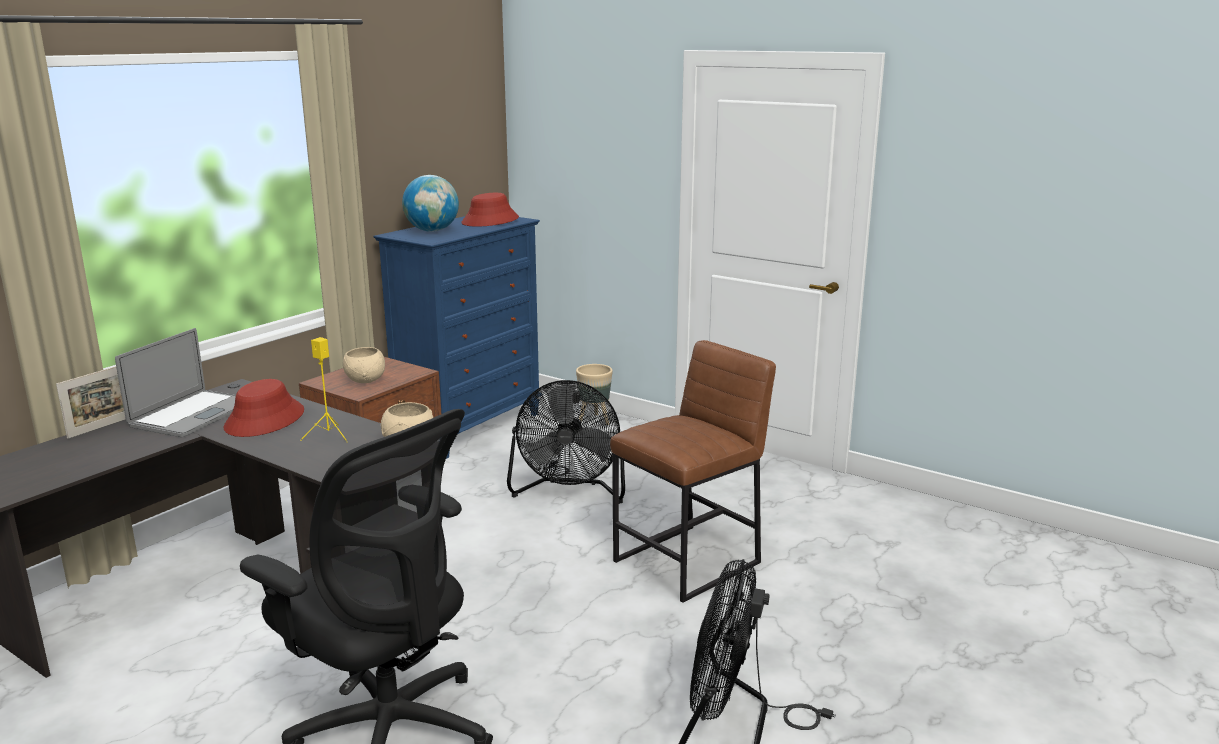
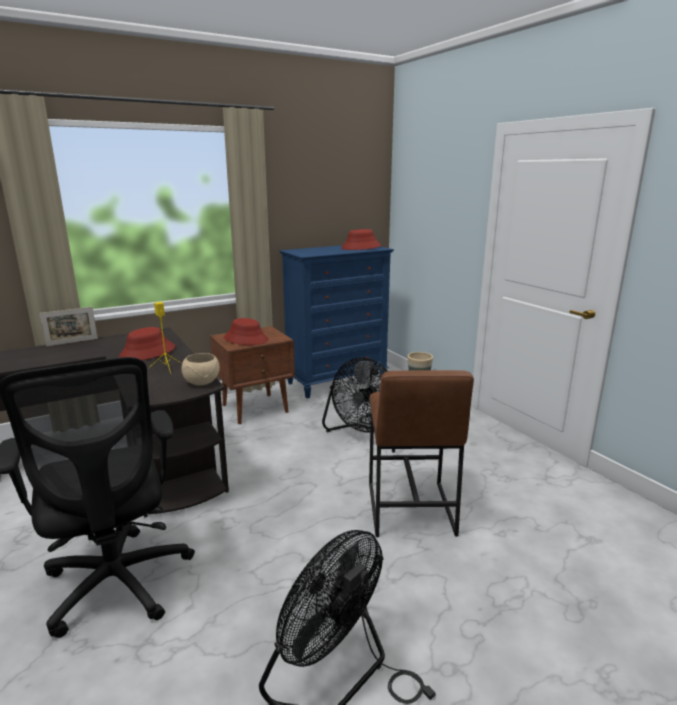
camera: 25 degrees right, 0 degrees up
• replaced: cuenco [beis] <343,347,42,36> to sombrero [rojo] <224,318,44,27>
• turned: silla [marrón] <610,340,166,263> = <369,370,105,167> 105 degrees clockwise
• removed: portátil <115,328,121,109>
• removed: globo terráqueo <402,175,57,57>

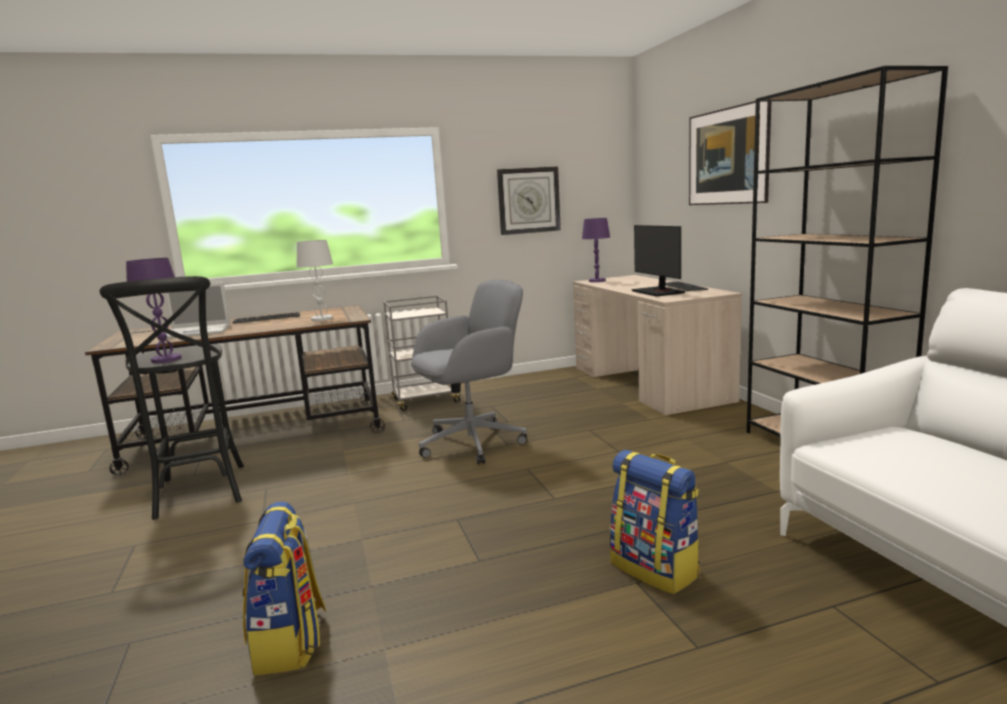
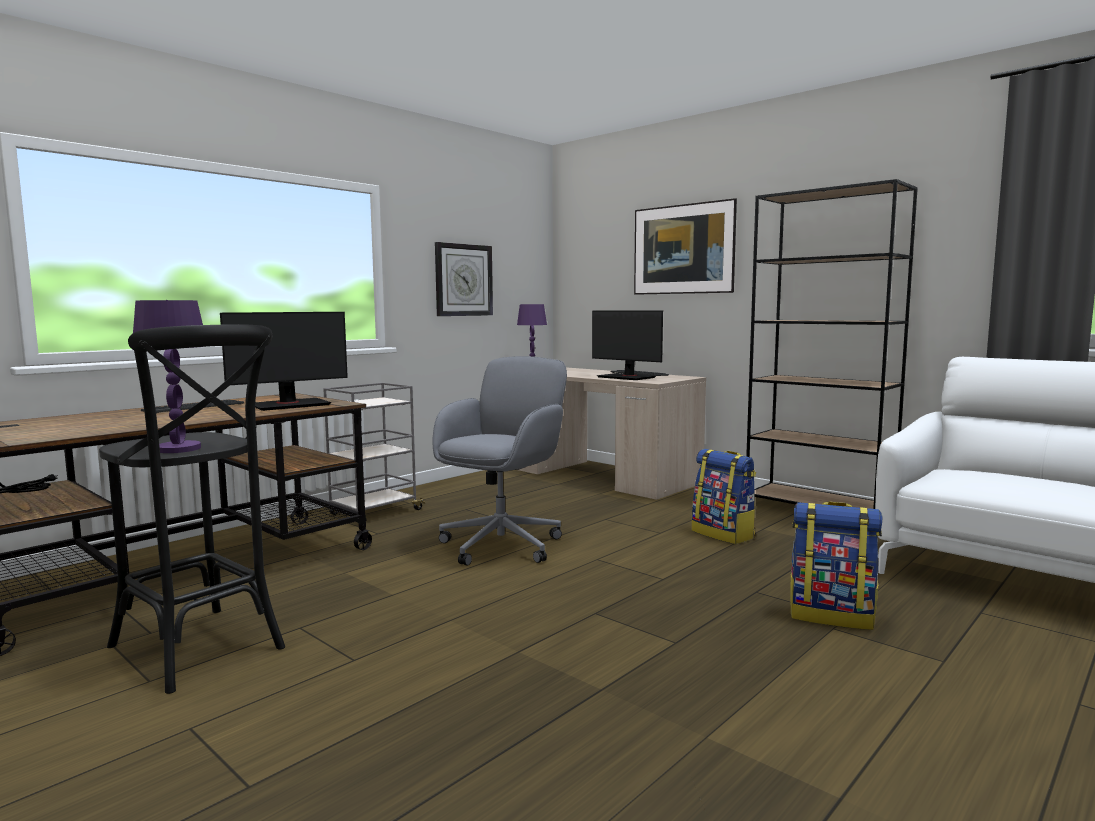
camera: 30 degrees left, 5 degrees down
• replaced: lámpara de mesa [blanco] <296,240,37,81> to monitor <220,312,128,99>
• moved: mochila <242,501,84,175> to <692,449,64,95>
• removed: portátil <165,282,65,57>

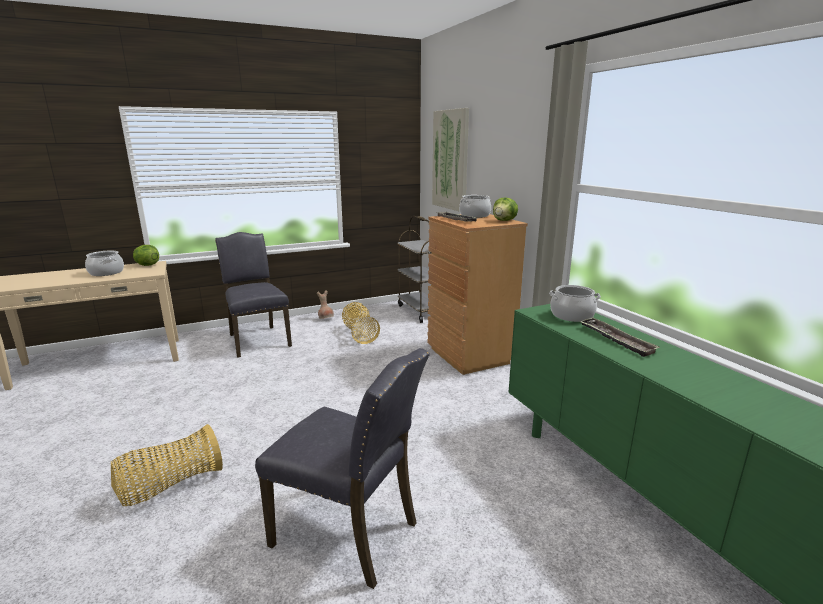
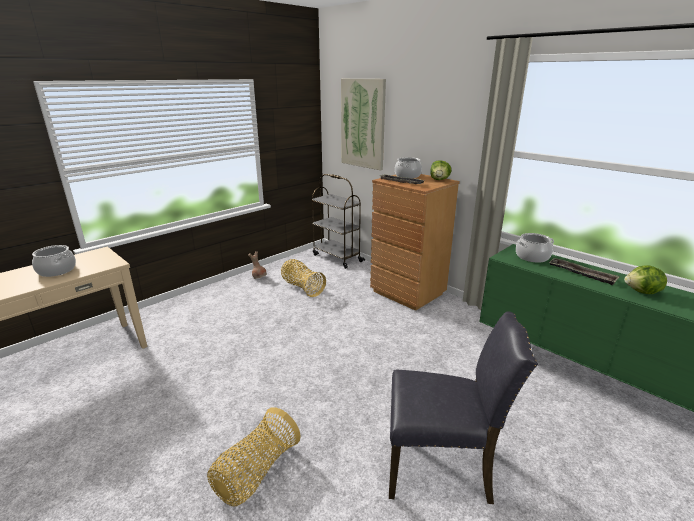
camera: 20 degrees left, 5 degrees up
• moved: lechuga <133,245,26,21> to <624,266,43,28>
• removed: silla [gris] <215,232,77,126>

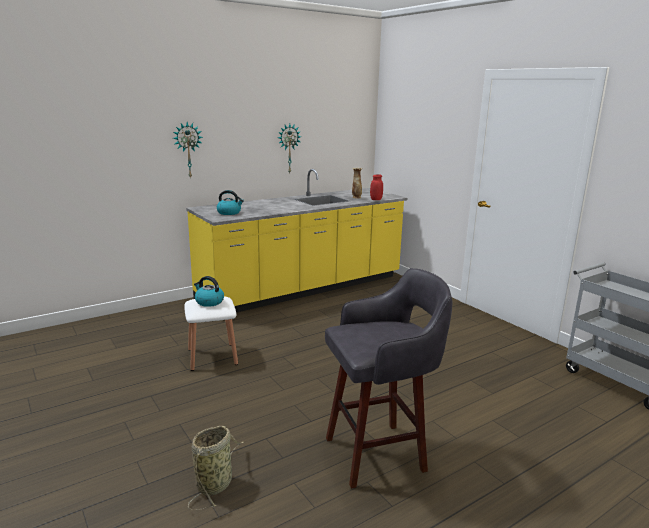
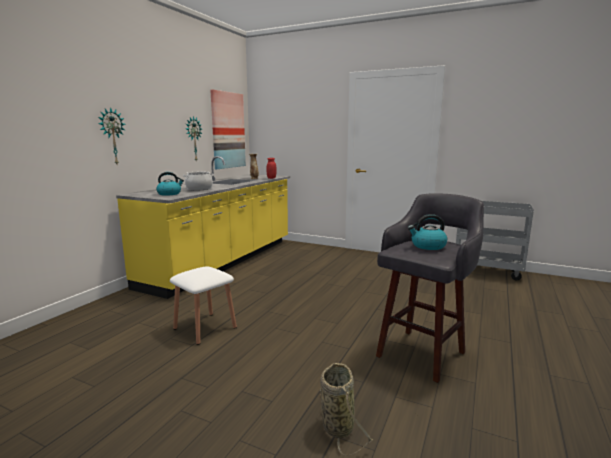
camera: 30 degrees left, 5 degrees down
• added: olla <183,172,31,18>
• added: cuadro <210,89,36,80>
• moved: hervidor <194,276,30,31> to <408,214,39,36>

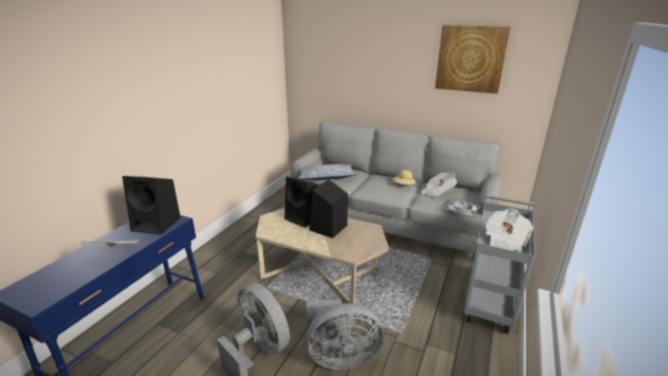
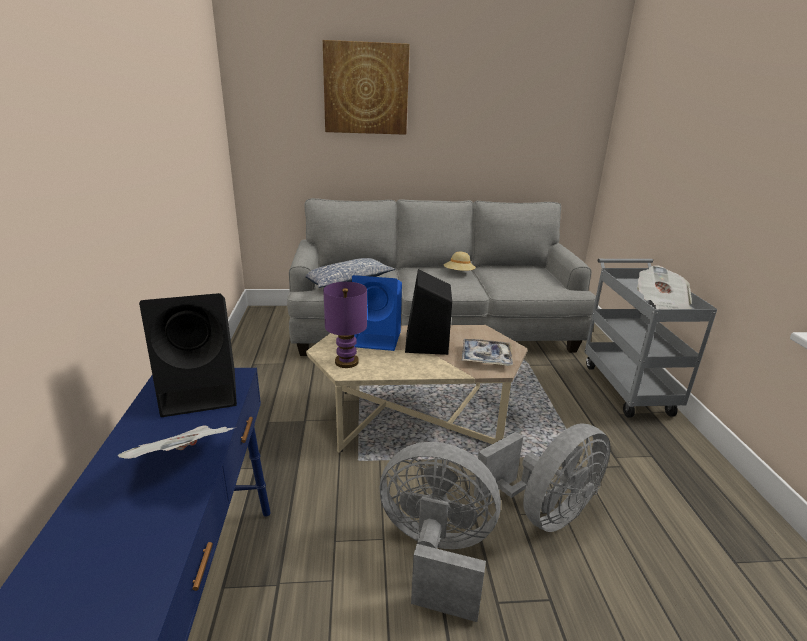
camera: 30 degrees left, 0 degrees up
• moved: cuadro <435,25,75,69> to <323,40,87,95>
• added: lámpara de mesa [morado] <323,282,44,86>
• recoloured: altavoz [negro] <285,177,34,51> to altavoz [azul] <352,275,50,76>
• moved: bandeja <443,198,38,18> to <462,339,51,27>
• removed: periódico <422,172,35,25>

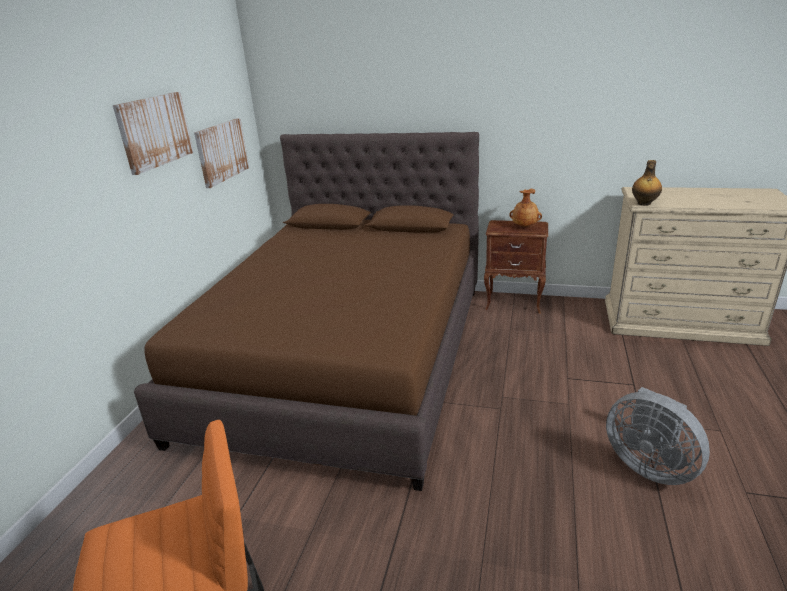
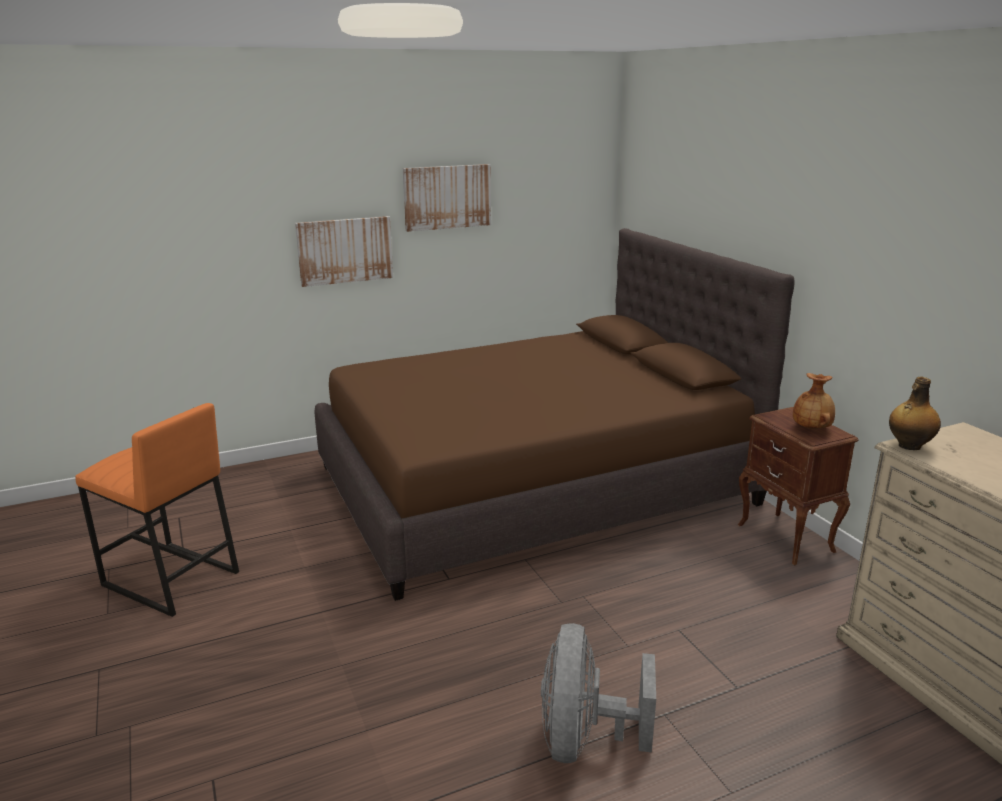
camera: 50 degrees right, 5 degrees down
• moved: cuadro <194,118,55,70> to <295,216,98,71>

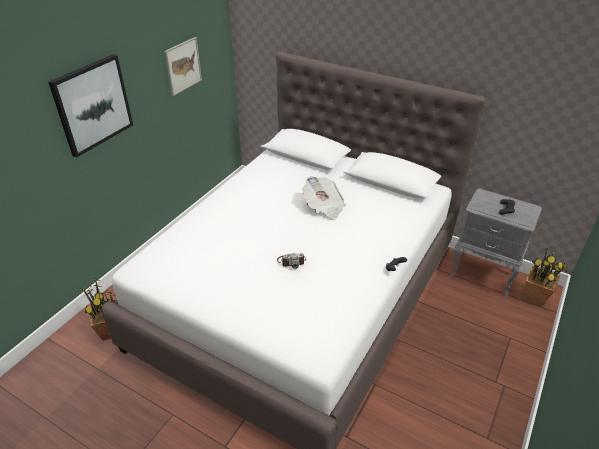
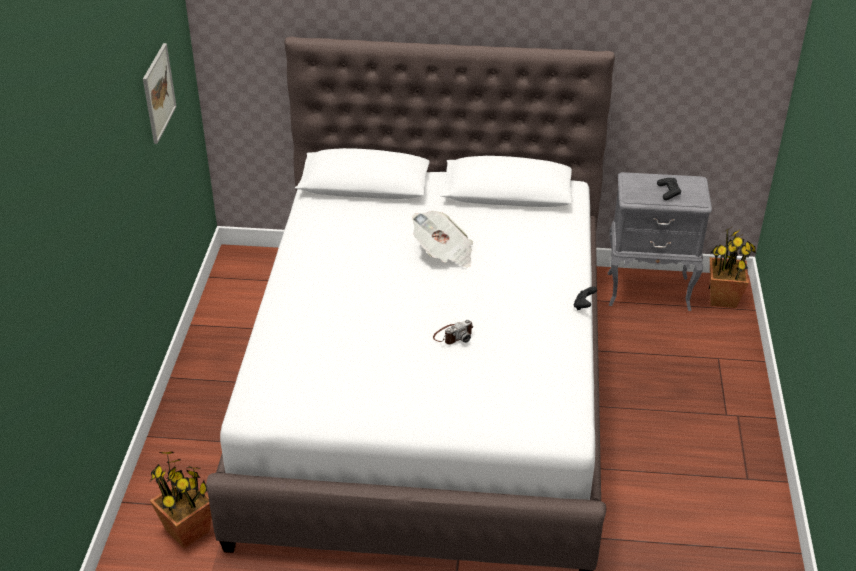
camera: 25 degrees left, 0 degrees up
• removed: cuadro <48,54,85,104>

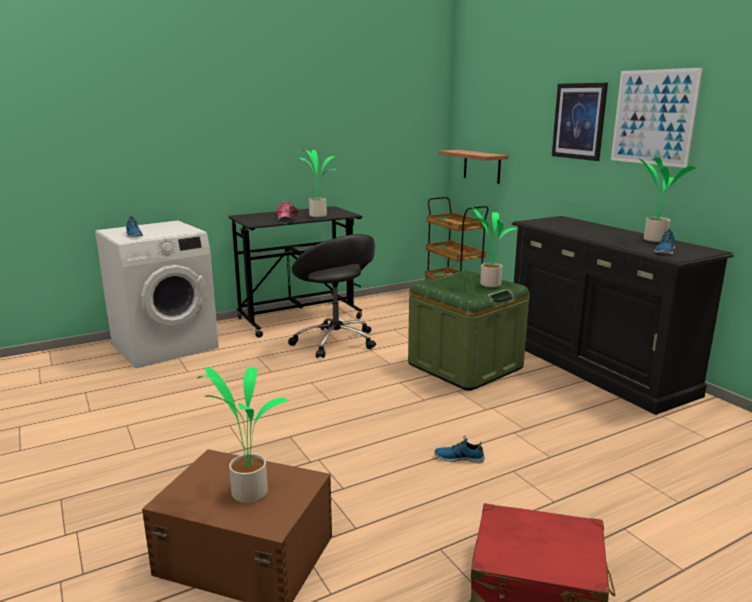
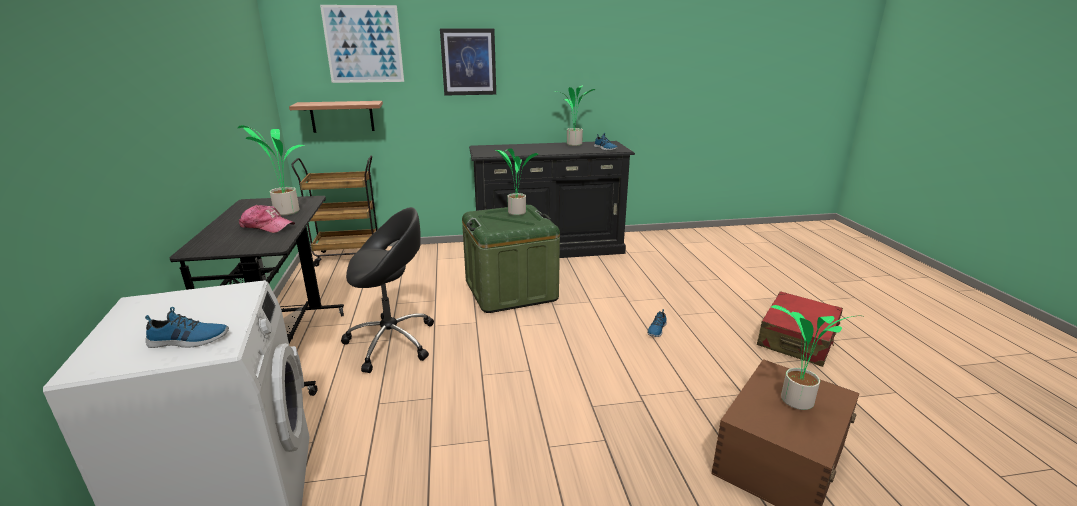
camera: 70 degrees left, 5 degrees up
• moved: cuadro <611,68,92,100> to <320,5,84,78>

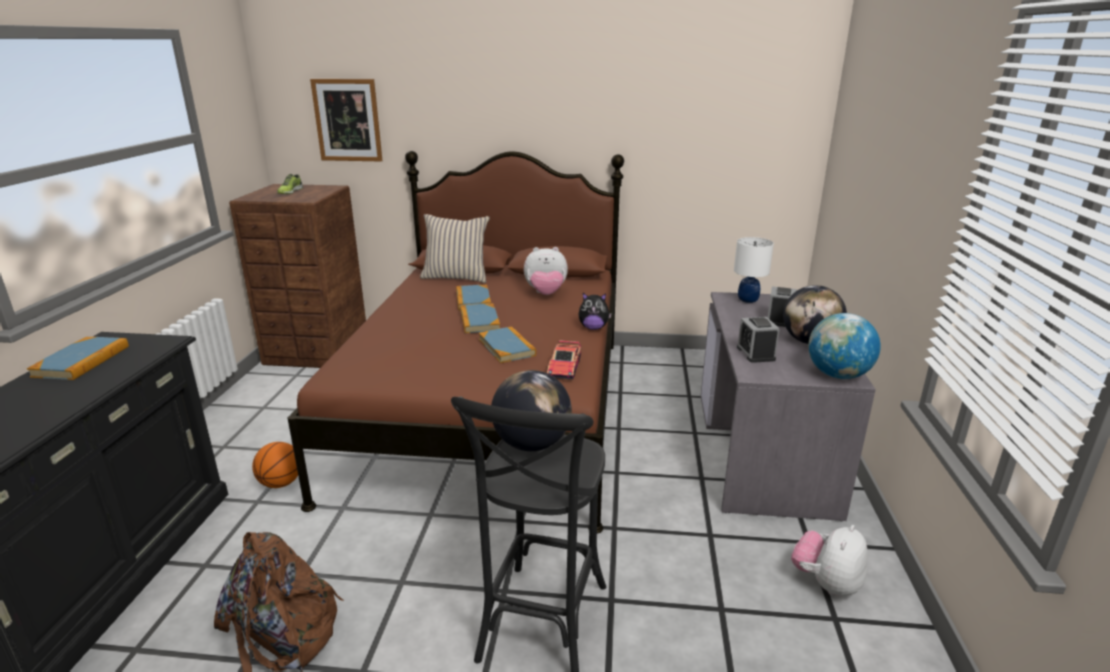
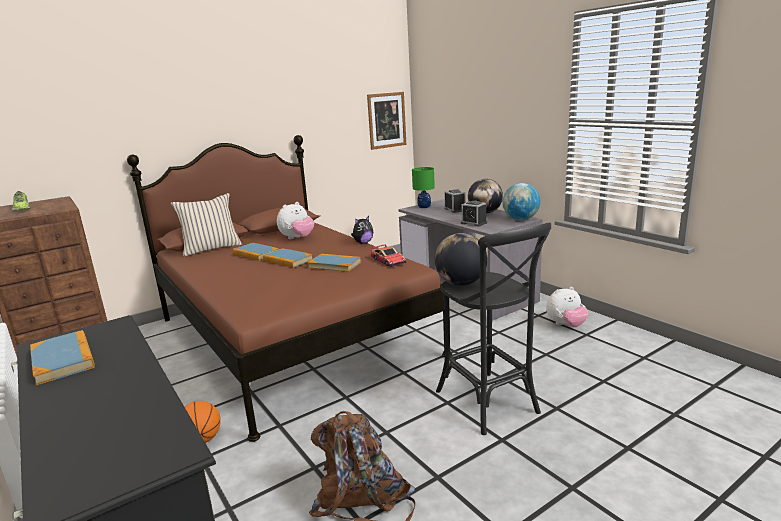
camera: 40 degrees left, 5 degrees down
• moved: cuadro <310,79,73,83> to <367,92,39,58>
• recoloured: lámpara de mesa [blanco] <734,237,40,66> to lámpara de mesa [verde] <412,167,23,41>
• turned: peluche <791,525,77,72> = <546,287,43,40> 105 degrees counterclockwise

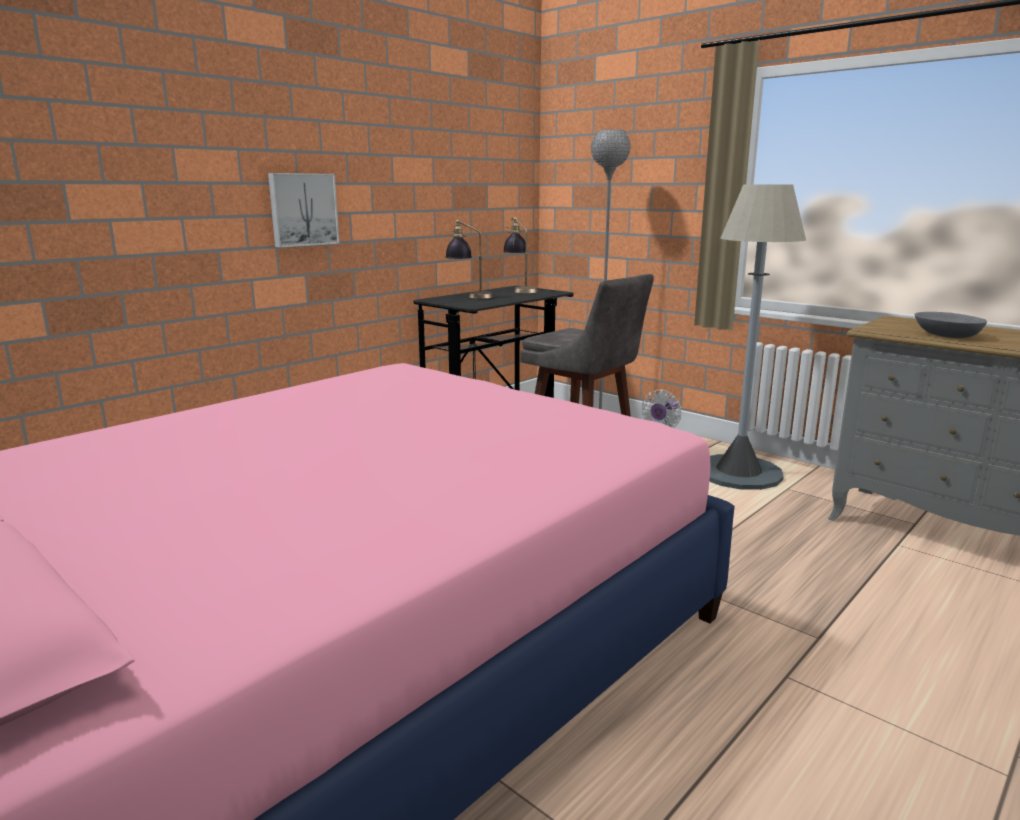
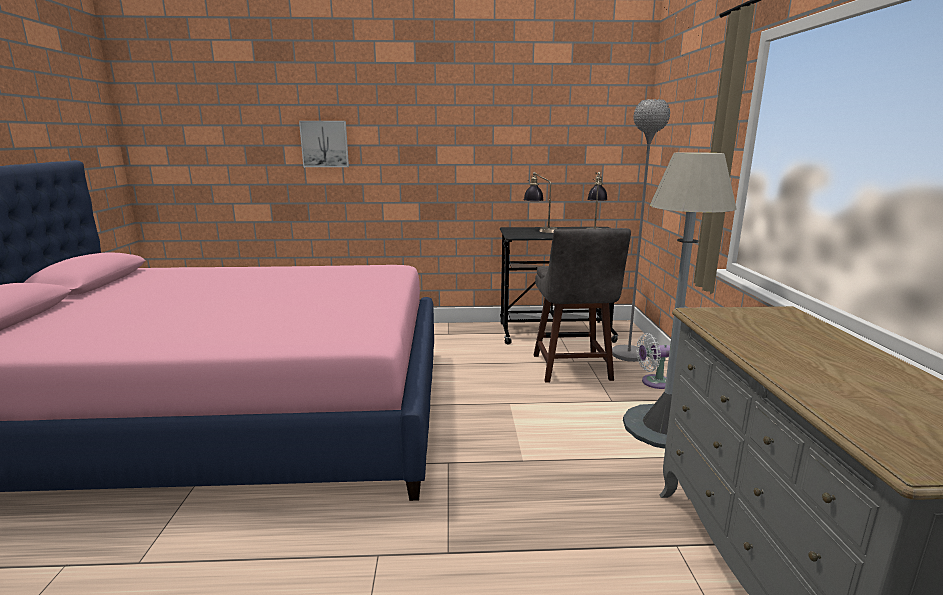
camera: 45 degrees right, 0 degrees up
• moved: cuadro <268,173,72,75> to <299,121,50,46>
• removed: cuenco [gris] <915,312,72,26>

